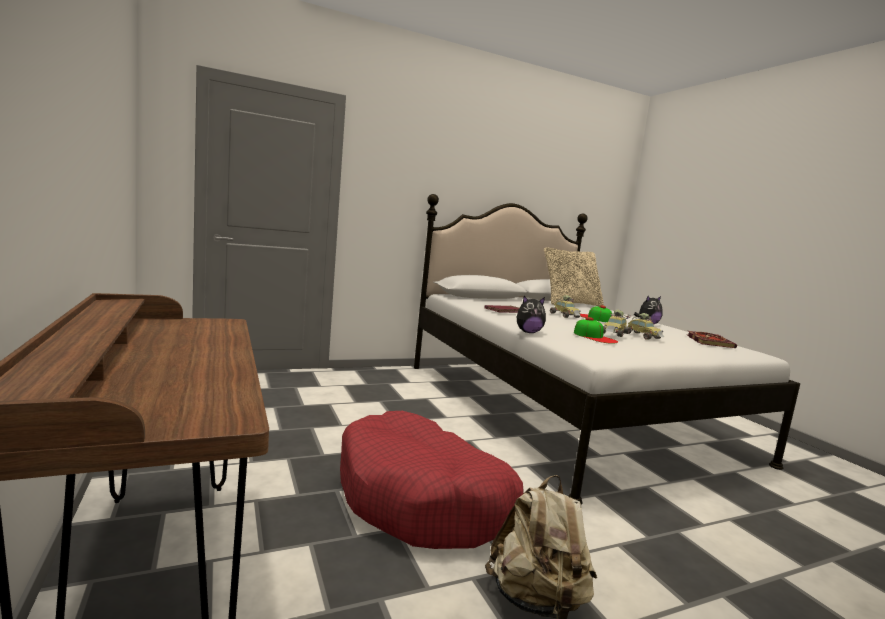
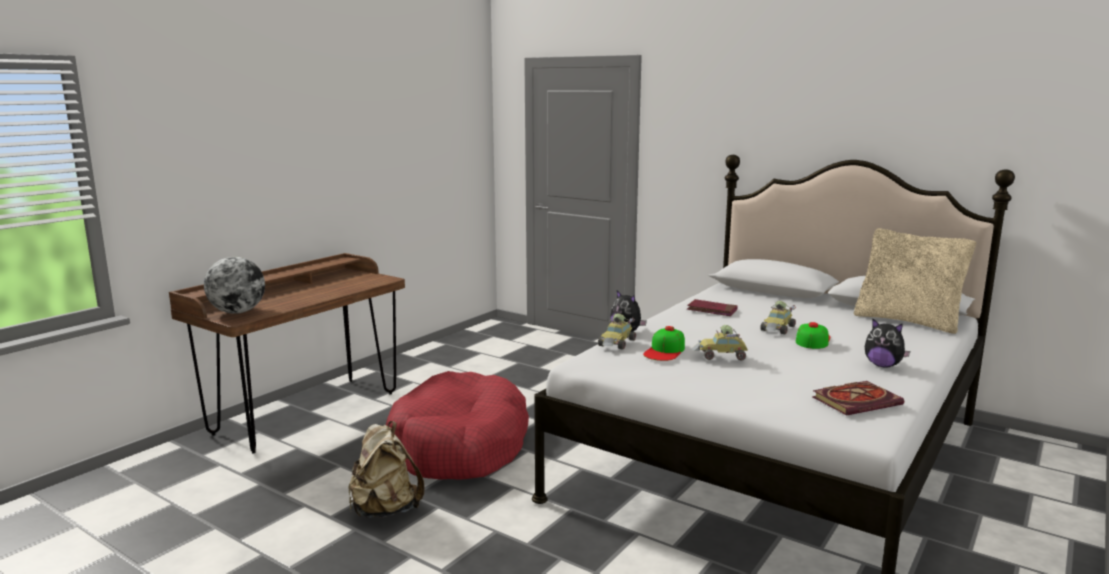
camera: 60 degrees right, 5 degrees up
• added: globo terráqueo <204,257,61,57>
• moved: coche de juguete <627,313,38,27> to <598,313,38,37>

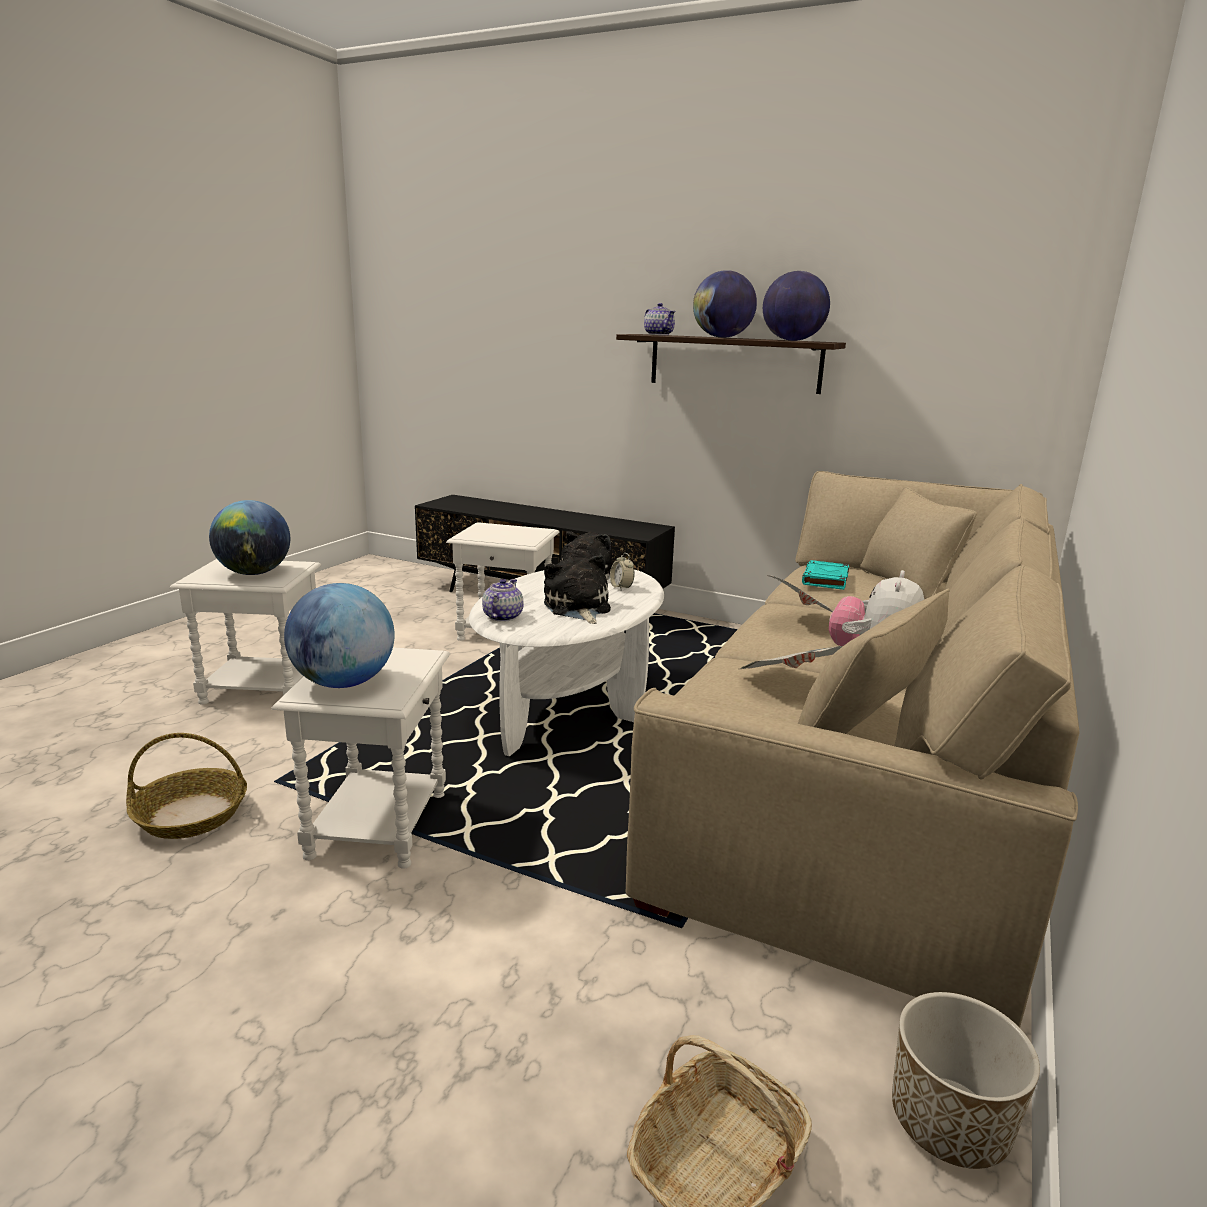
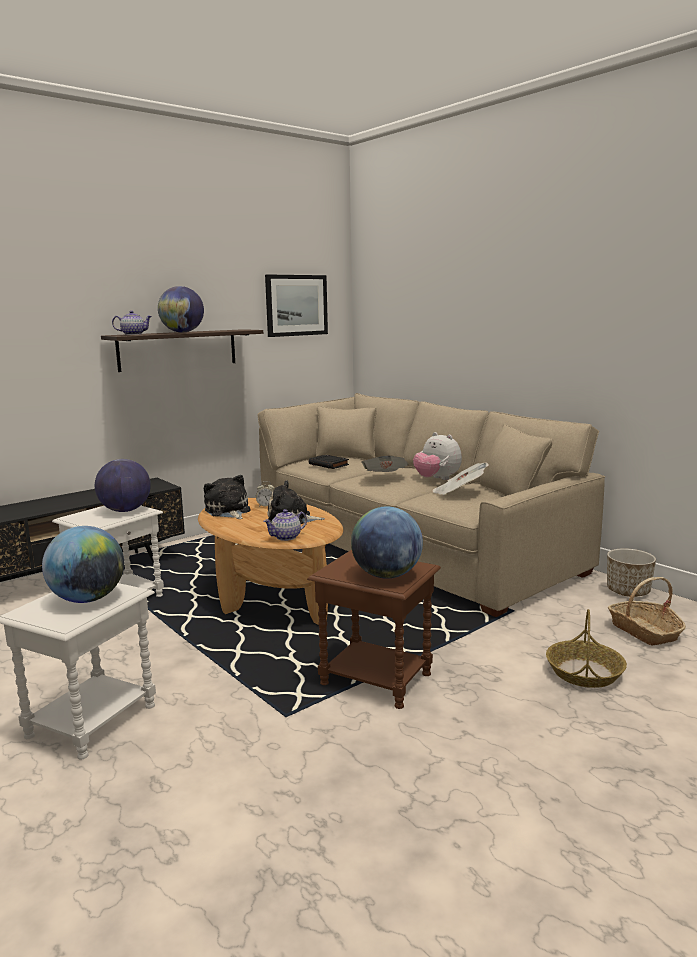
camera: 65 degrees left, 5 degrees down
• moved: globo terráqueo <763,271,67,70> to <95,459,56,53>
• recoloured: mesa de centro [blanco] <469,569,195,187> to mesa de centro [marrón] <198,498,145,127>
• turned: tetera <482,579,42,43> = <263,509,44,32> 75 degrees counterclockwise
• added: cuadro <265,274,63,63>
• recoloured: mesa auxiliar [blanco] <271,647,179,222> to mesa auxiliar [marrón] <307,550,134,159>
• recoloured: libro [turquesa] <802,560,47,30> to libro [negro] <308,455,41,14>
• moved: cesta <126,733,121,106> to <546,609,81,79>

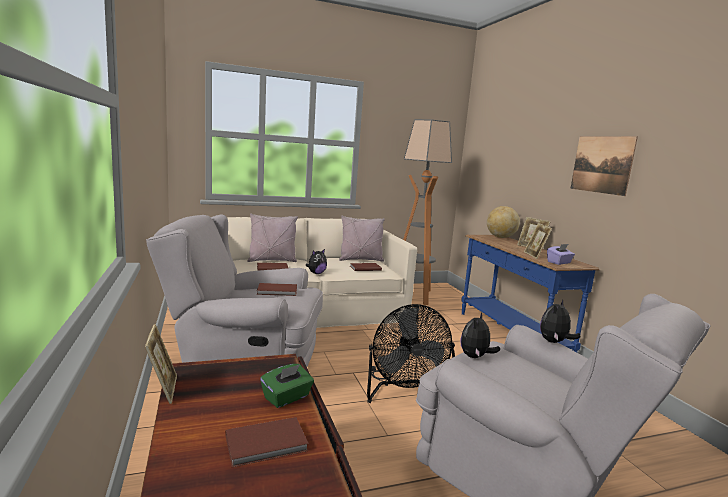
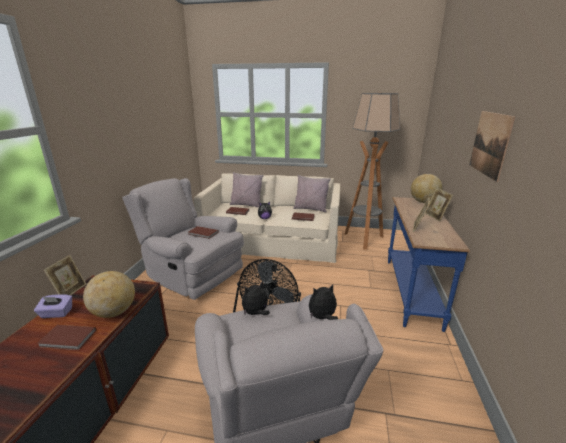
camera: 30 degrees right, 10 degrees up
• moved: caja de pañuelos [morado] <547,244,28,21> to <34,294,38,24>
• replaced: caja de pañuelos [verde] <260,364,54,44> to globo terráqueo <83,271,52,47>

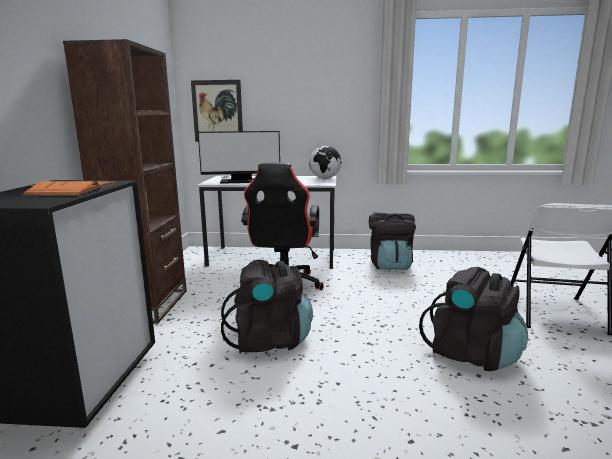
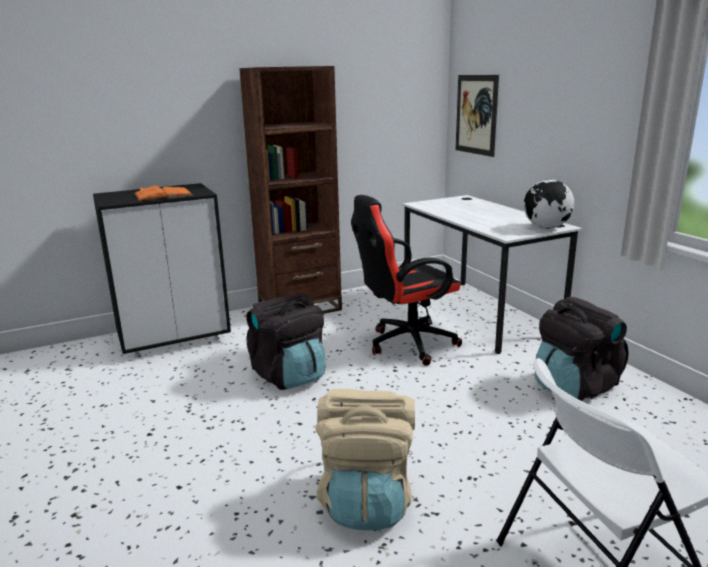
camera: 60 degrees right, 5 degrees up
• recoloured: mochila [negro] <419,267,109,104> to mochila [beis] <315,389,100,141>
• removed: monitor <198,131,82,53>

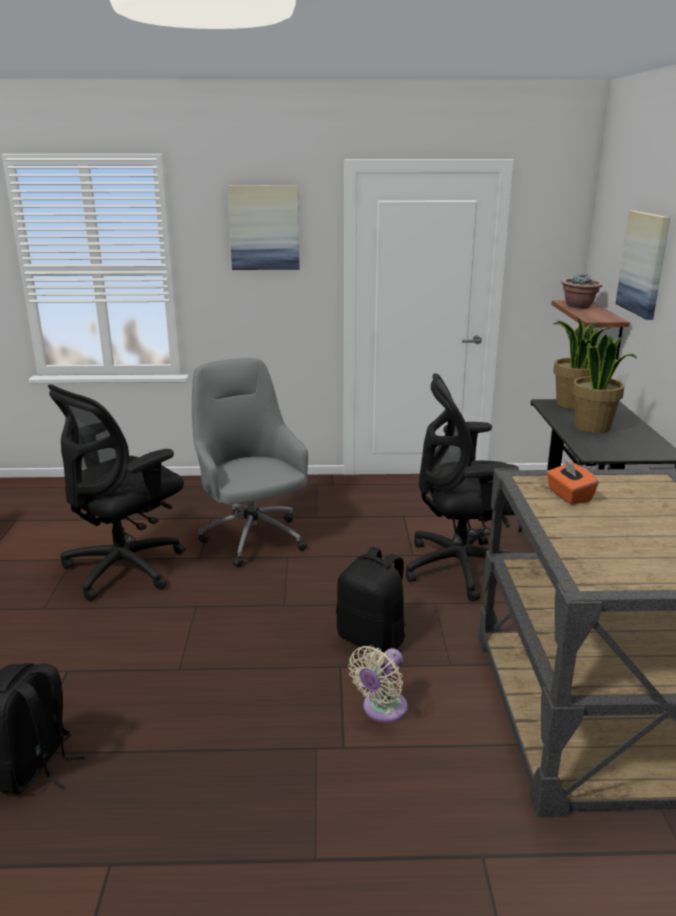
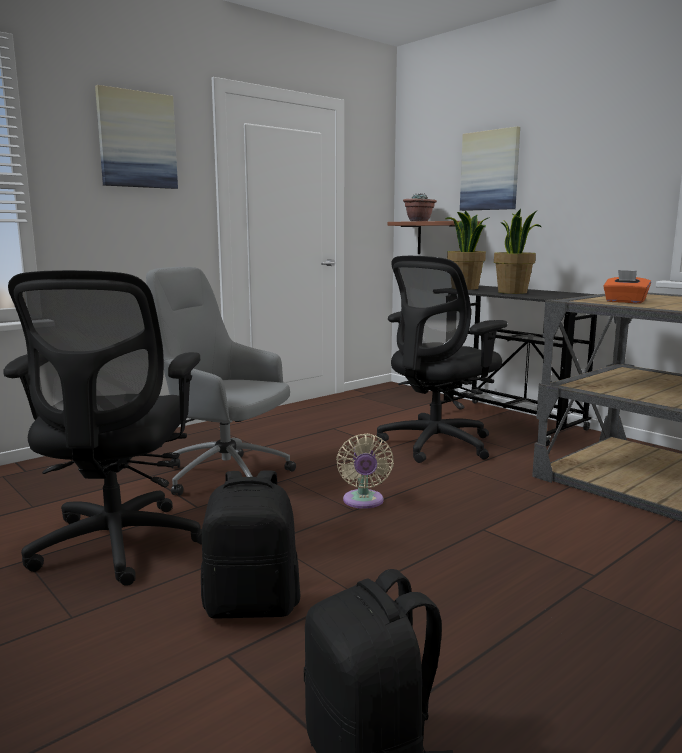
camera: 40 degrees left, 10 degrees down
• moved: mochila [negro] <336,547,70,106> to <201,471,99,148>
• moved: ventilador [beis] <348,646,60,77> to <336,434,58,75>

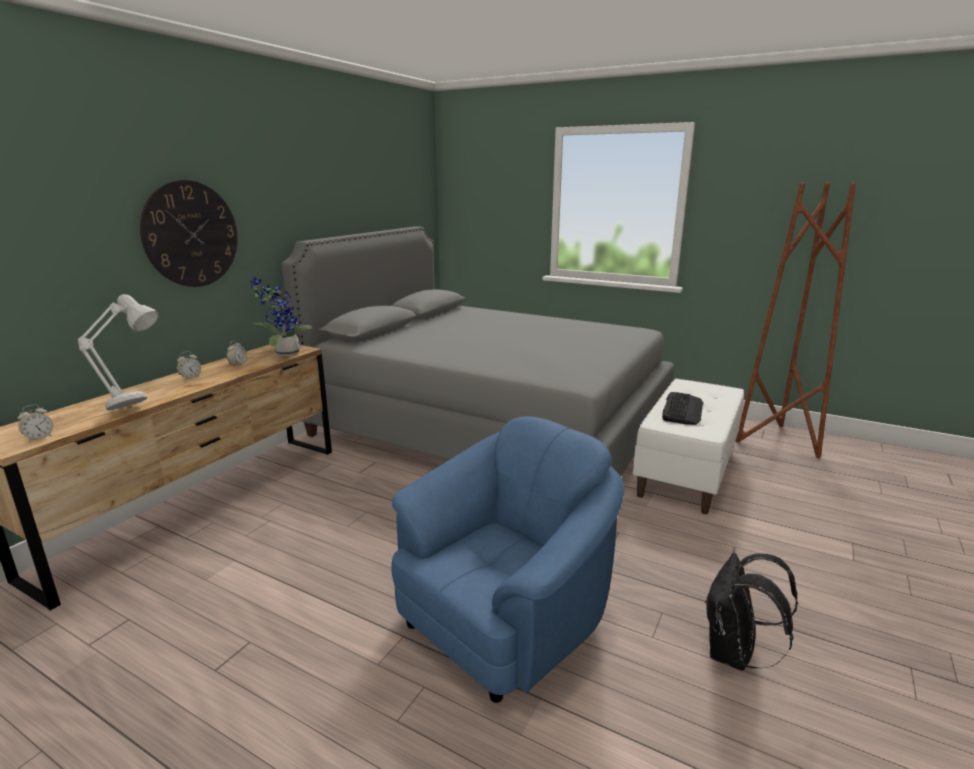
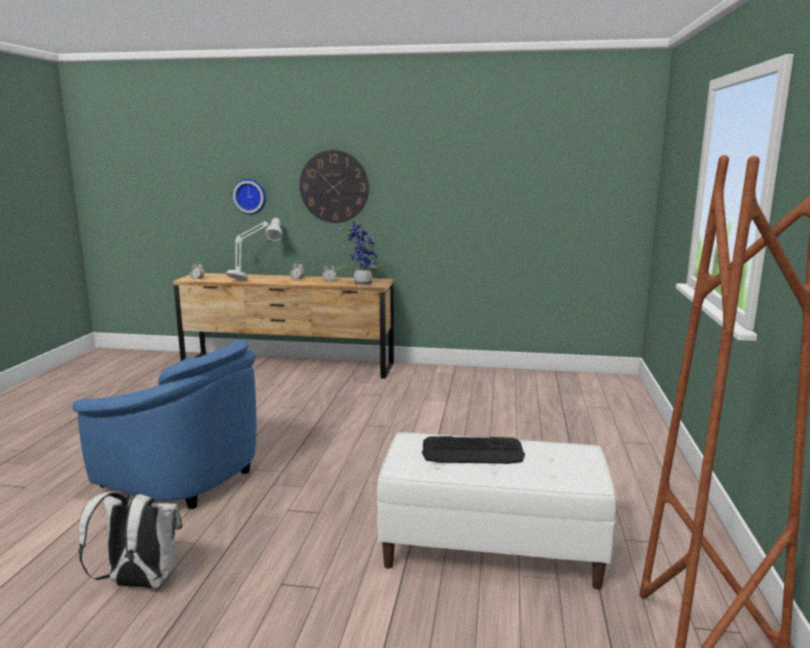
camera: 70 degrees right, 5 degrees down
• recoloured: mochila [negro] <705,553,93,117> to mochila [blanco] <78,491,104,98>
• added: reloj de pared <233,179,33,36>
• removed: cama [gris] <281,226,393,250>

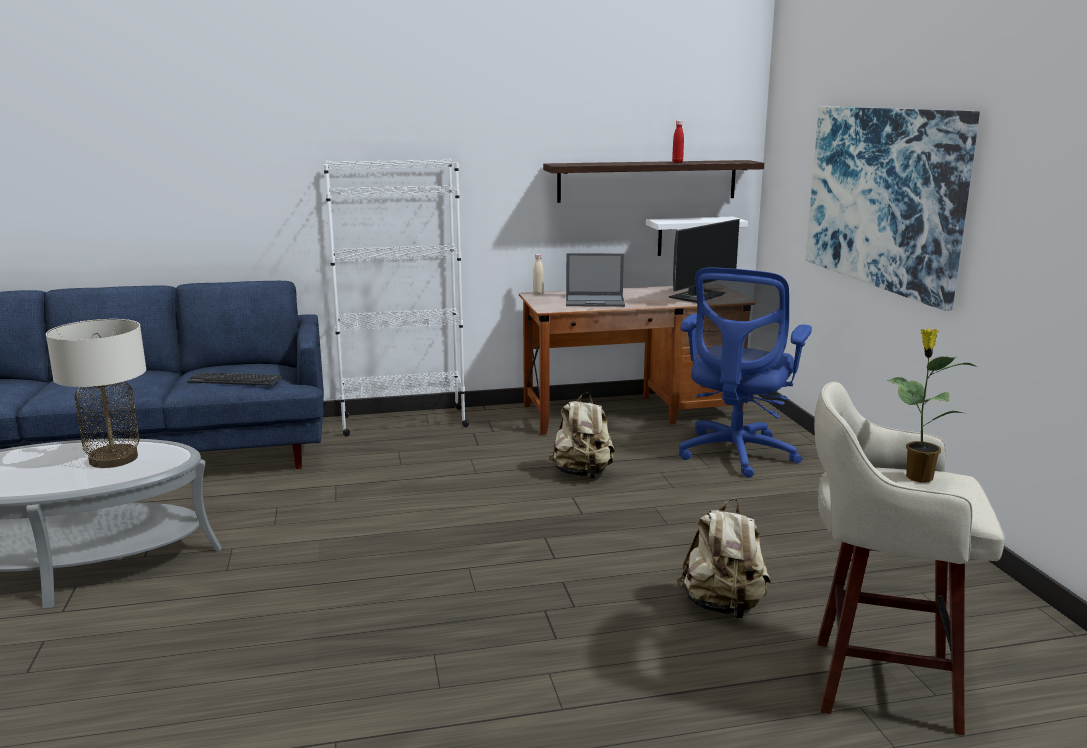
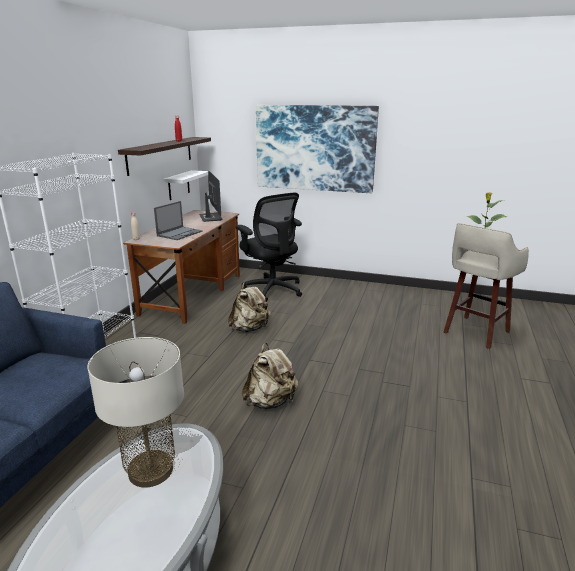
camera: 60 degrees left, 5 degrees up
• recoloured: silla de oficina [azul] <679,267,133,211> to silla de oficina [negro] <235,193,67,109>
• moved: mochila [beis] <677,498,94,121> to <242,343,57,66>
• removed: teclado <187,372,95,14>

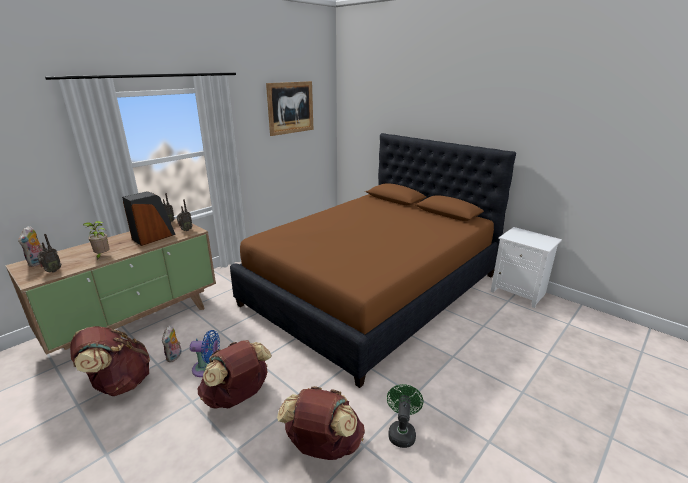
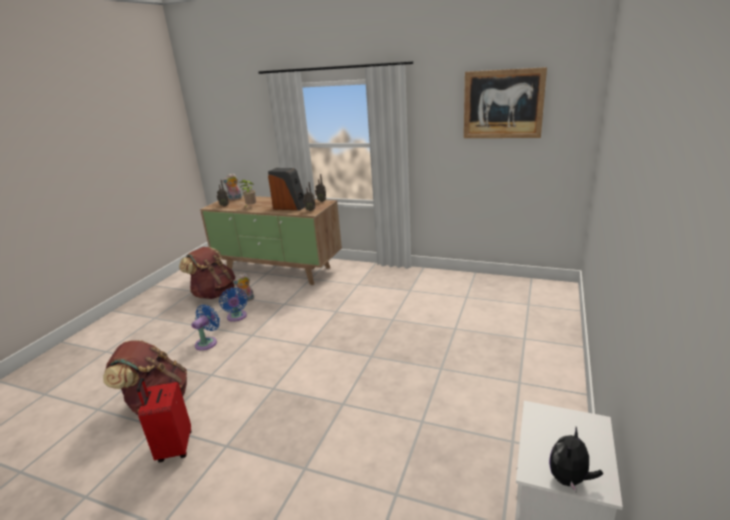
camera: 70 degrees right, 0 degrees up
• replaced: ventilador [verde] <387,384,36,64> to maleta [rojo] <137,378,54,85>
• replaced: mochila [marrón] <197,340,75,69> to ventilador [azul] <191,305,29,46>
• added: peluche <549,427,54,65>
• removed: cama [marrón] <230,133,286,255>

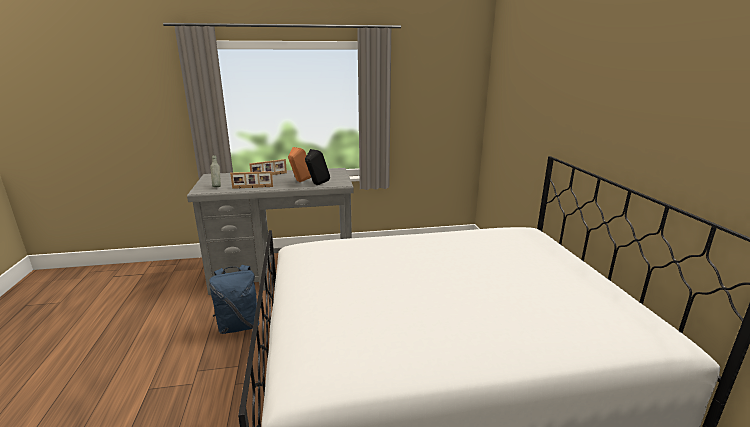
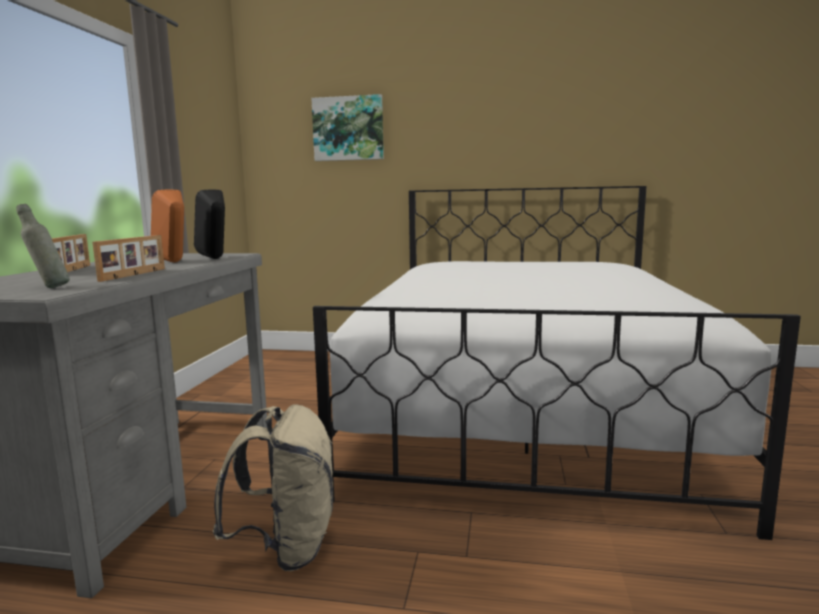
camera: 70 degrees left, 10 degrees down
• recoloured: mochila [azul] <209,265,50,69> to mochila [beis] <213,404,120,167>
• added: cuadro <311,94,73,67>

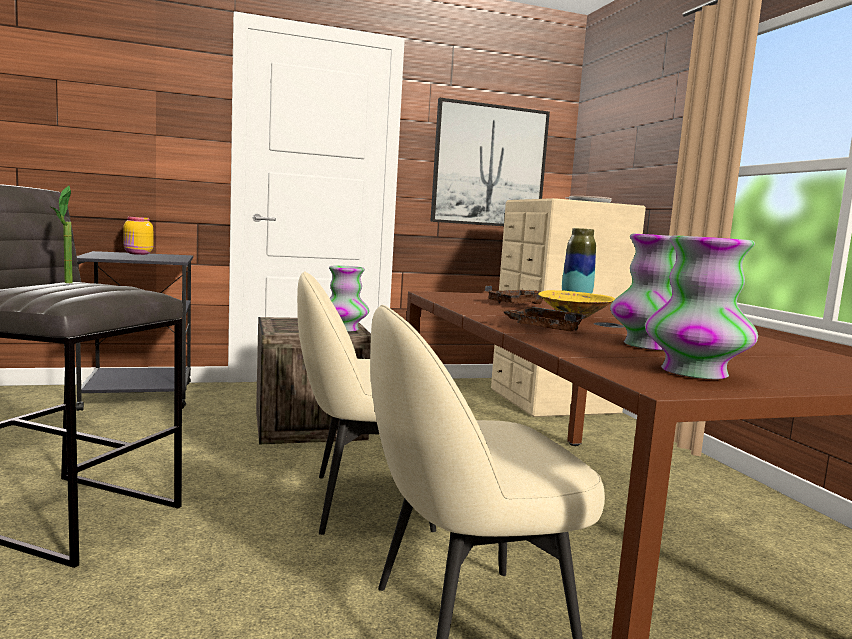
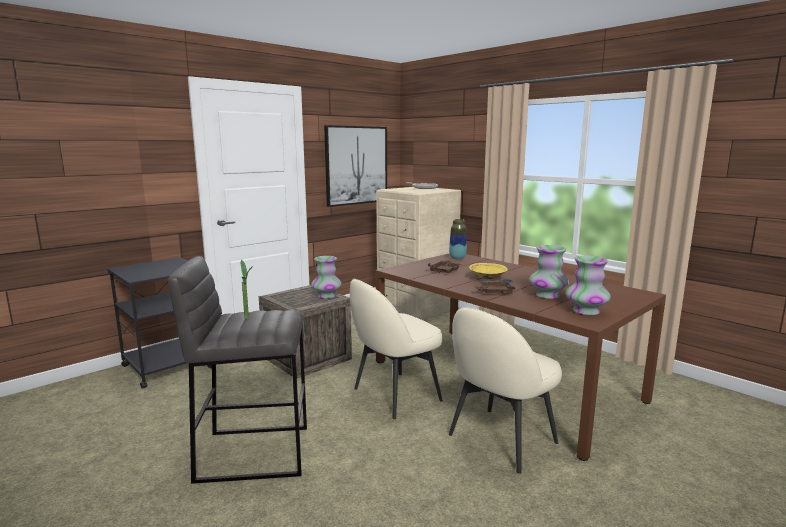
camera: 25 degrees left, 5 degrees up
• removed: tarro [amarillo] <123,217,30,38>

